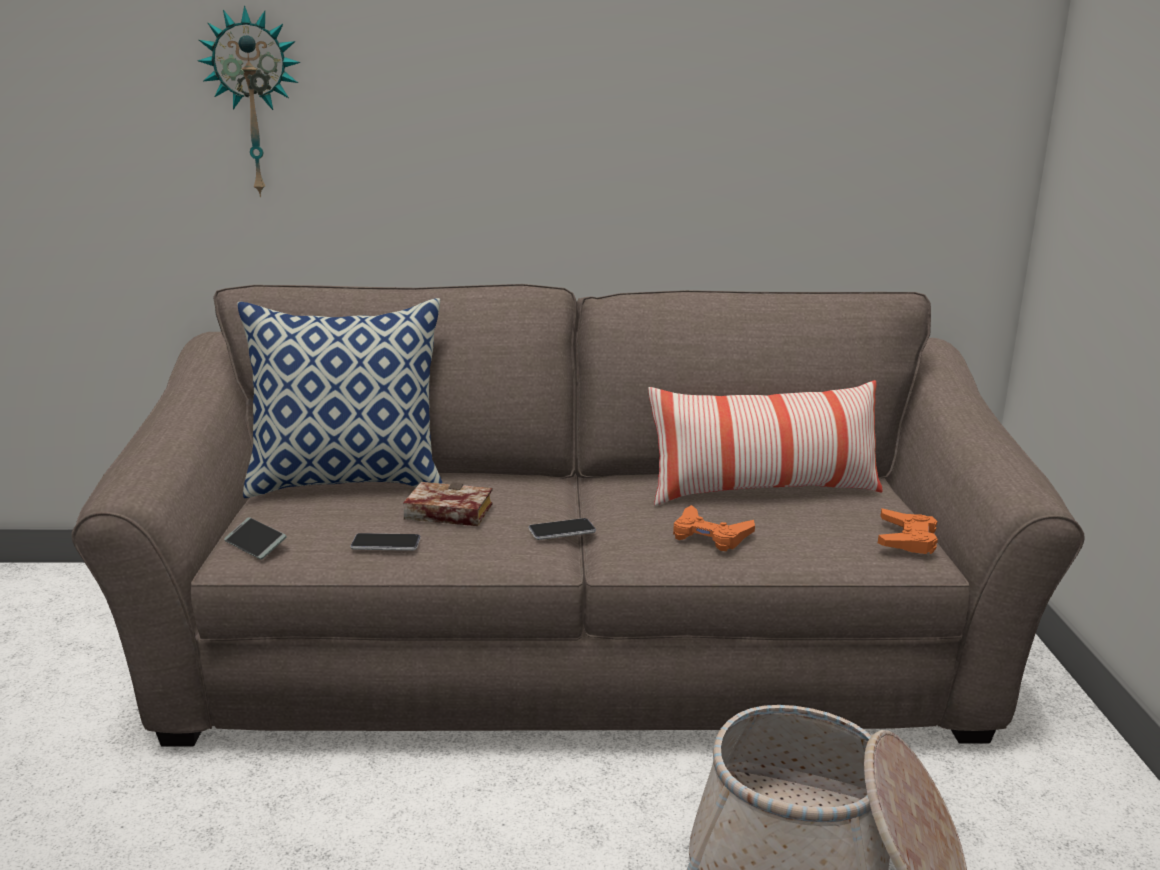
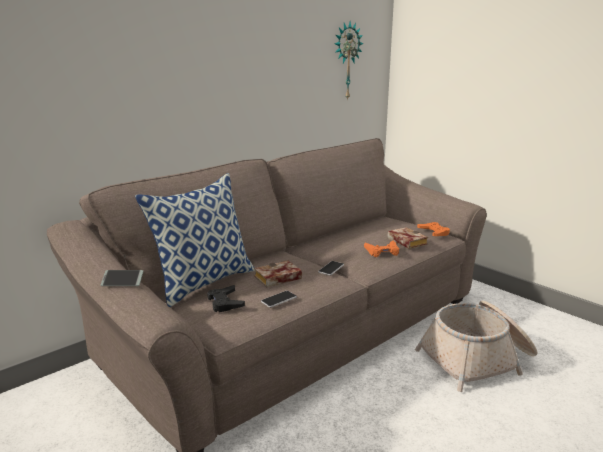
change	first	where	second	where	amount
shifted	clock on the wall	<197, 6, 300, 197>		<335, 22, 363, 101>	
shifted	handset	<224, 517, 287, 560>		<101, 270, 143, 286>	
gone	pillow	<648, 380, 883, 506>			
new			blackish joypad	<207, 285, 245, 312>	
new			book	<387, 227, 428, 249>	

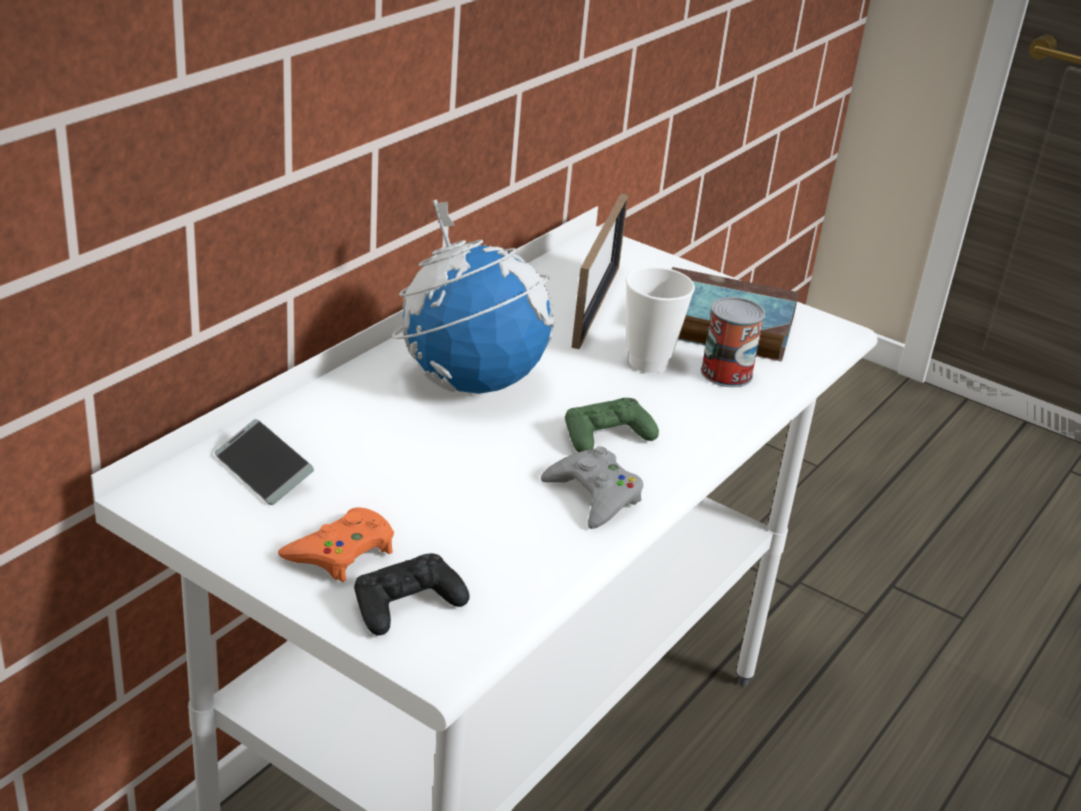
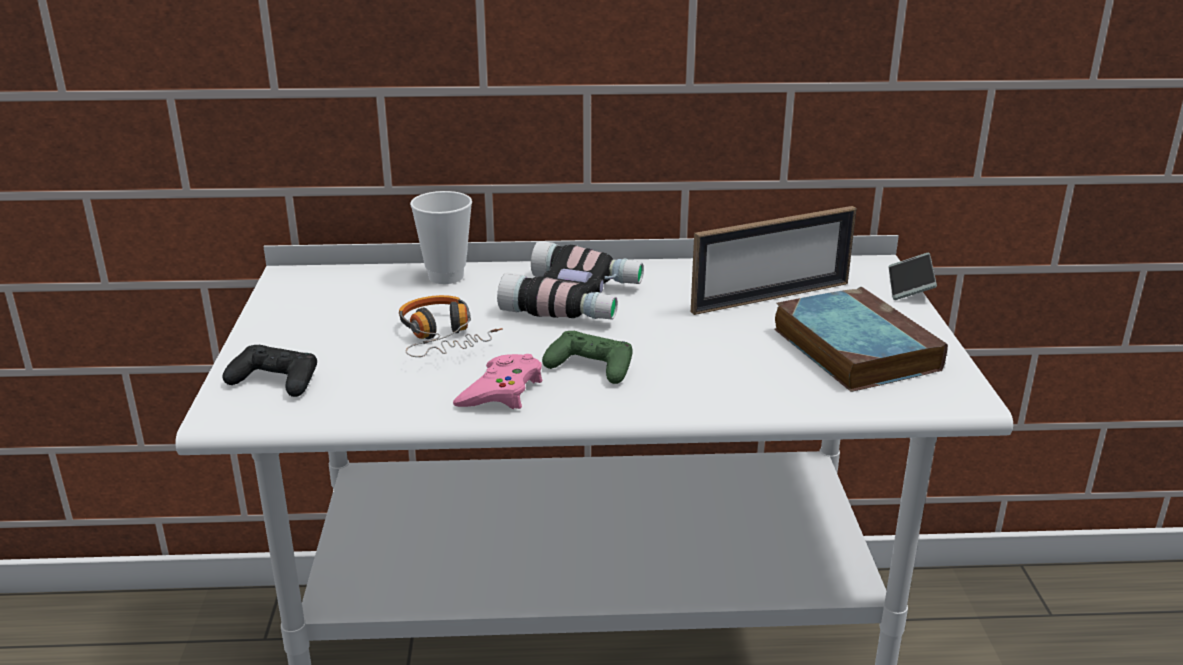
change	first	where	second	where	amount
shifted	handset	<215, 419, 314, 505>		<889, 253, 937, 300>	
gone	orange joypad	<278, 507, 394, 582>			
swapped	desk globe	<392, 199, 554, 396>	binoculars	<497, 241, 644, 319>	
repainted	grey joypad	<541, 446, 643, 529>	pinkish joypad	<453, 354, 543, 409>	
shifted	cup	<625, 267, 695, 373>		<410, 191, 472, 284>	
gone	sealed can	<701, 297, 765, 387>			
new			headphones	<399, 295, 503, 357>	

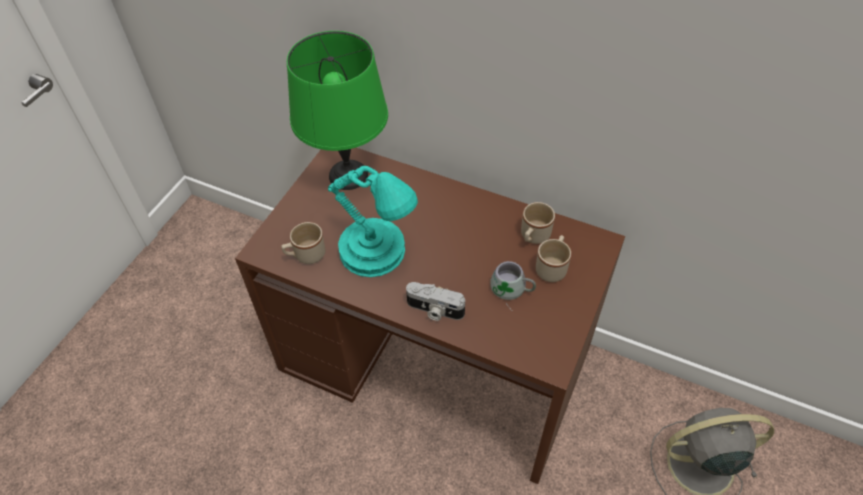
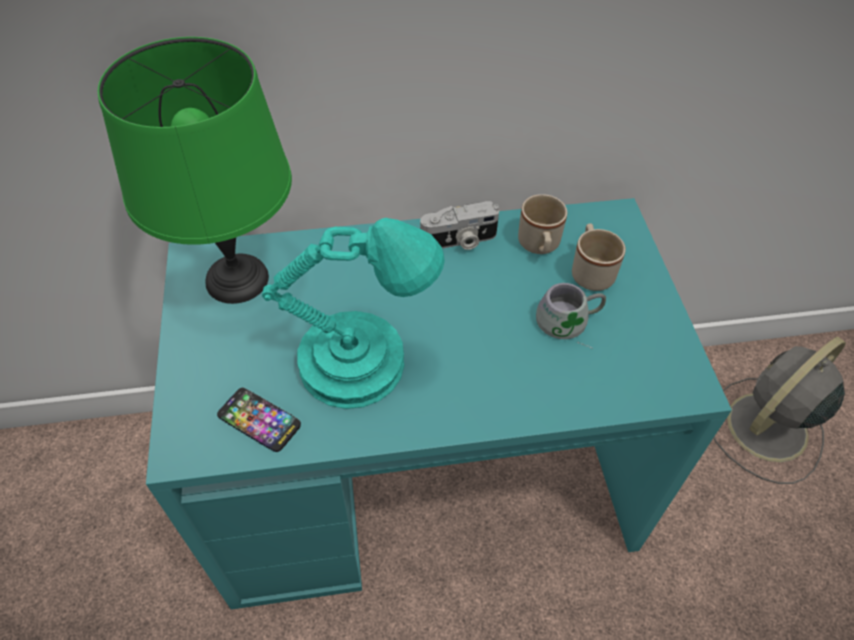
change	first	where	second	where	amount
repainted	brown desk	<235, 148, 625, 484>	blue-green desk	<146, 198, 732, 610>	
swapped	sand-coloured coffee mug	<281, 222, 325, 264>	handset	<217, 388, 301, 452>	
shifted	photo camera	<406, 282, 465, 321>		<420, 201, 499, 250>	

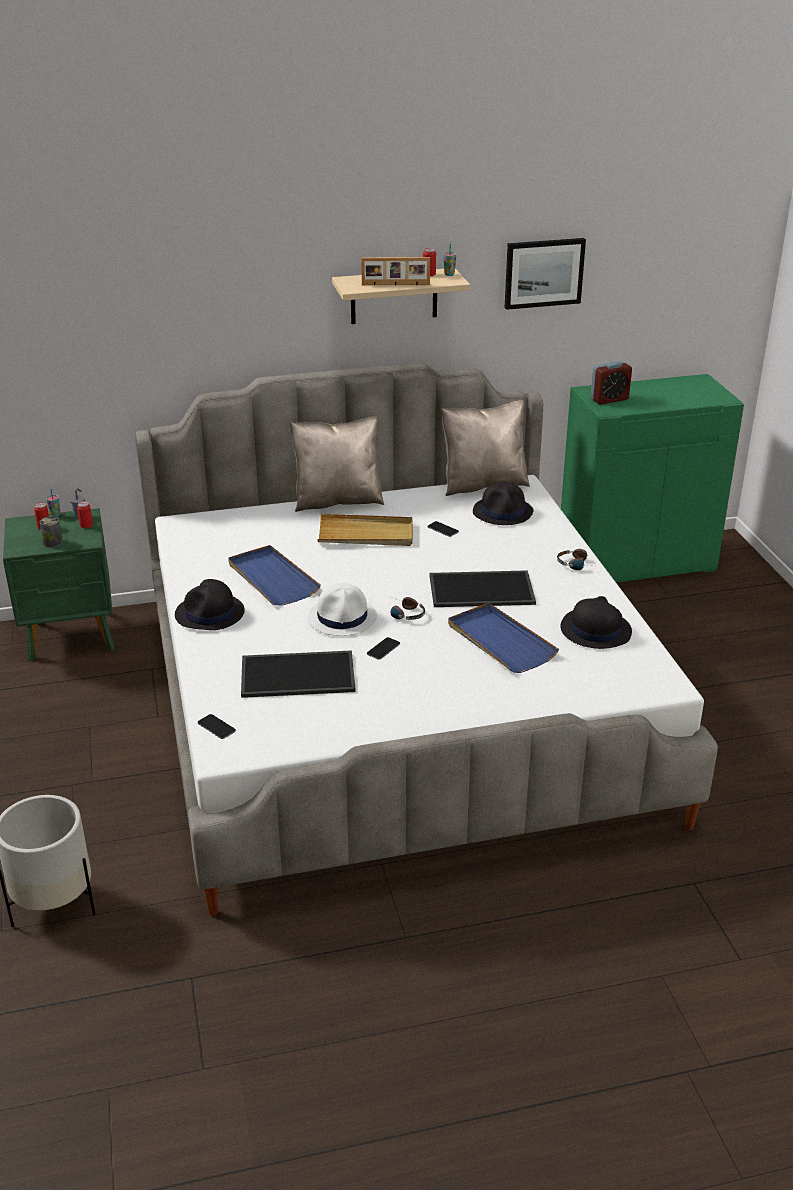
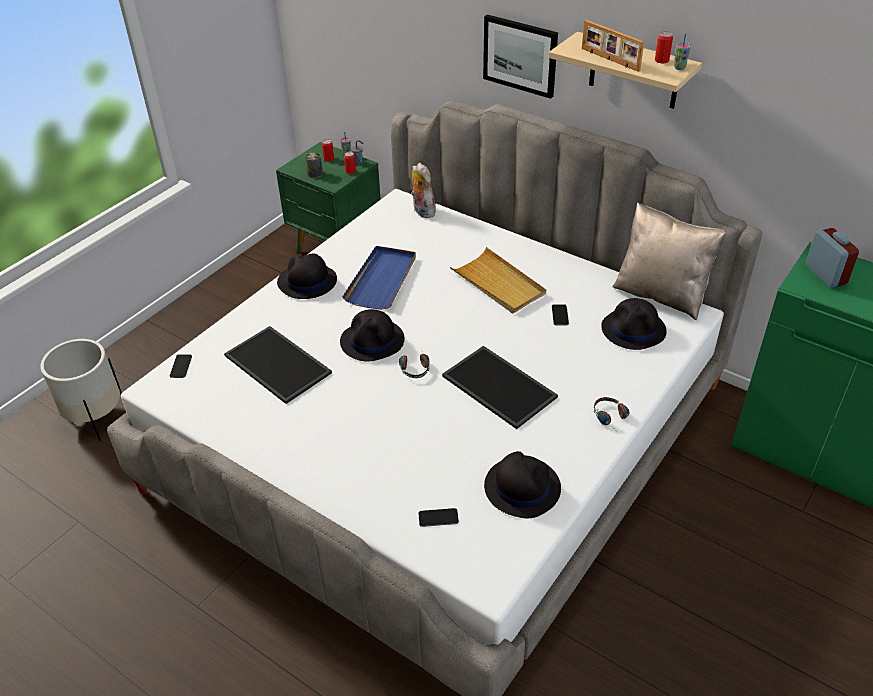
change	first	where	second	where	amount
gone	sand-coloured pillow	<290, 416, 384, 512>			
repainted	white wearable hat	<308, 583, 377, 636>	blackish wearable hat	<340, 309, 405, 362>	
shifted	handset	<367, 637, 400, 660>		<418, 508, 459, 527>	
gone	blue tray	<448, 603, 559, 673>			
shifted	wall picture	<505, 238, 586, 310>		<483, 14, 558, 99>	
rotated	alarm clock	<590, 361, 632, 405>		<806, 228, 859, 288>	135 degrees counterclockwise
new			cuddly toy	<411, 163, 436, 218>	

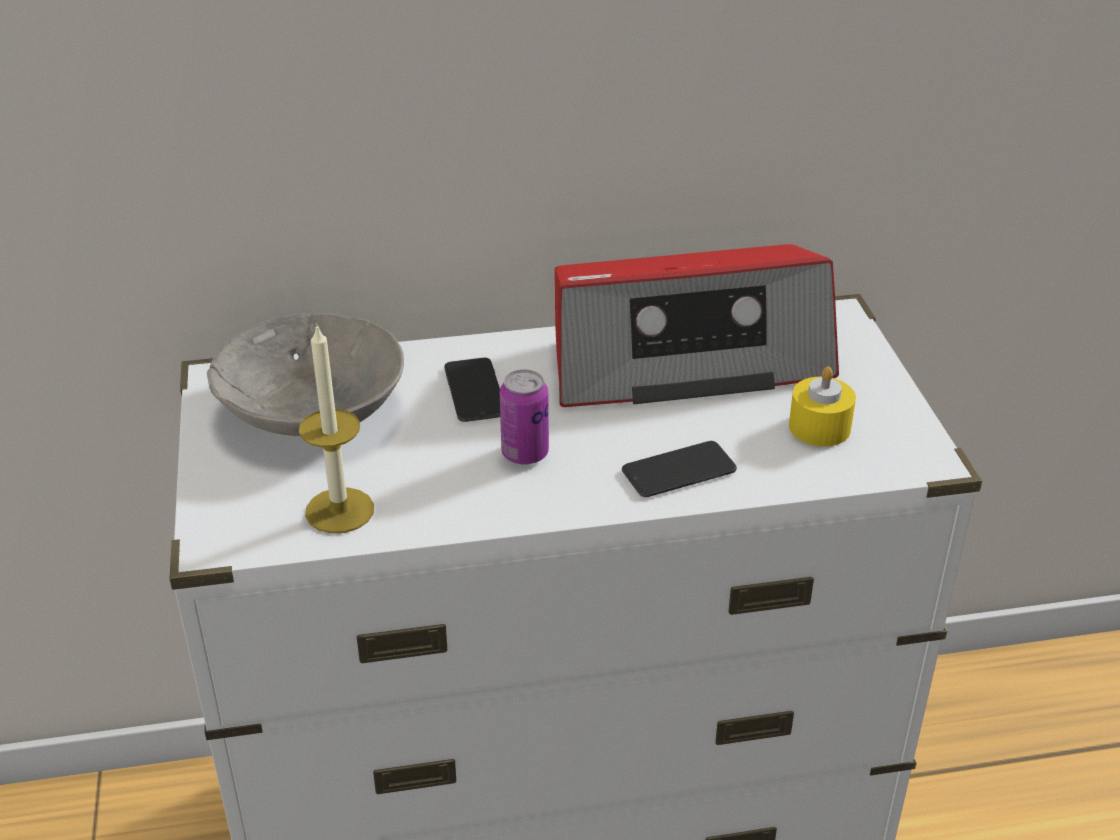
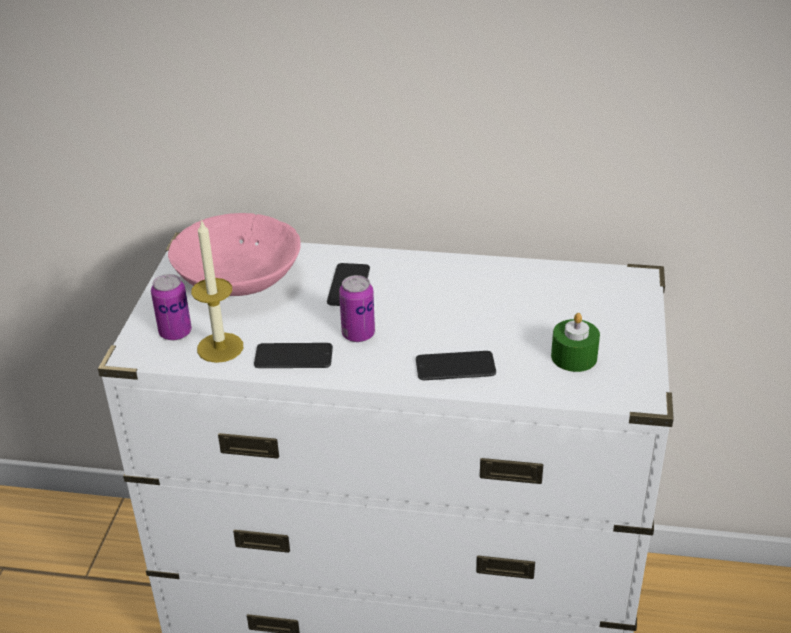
change	first	where	second	where	amount
repainted	grey serving bowl	<207, 313, 404, 436>	pinkish serving bowl	<168, 213, 301, 296>	
gone	radio receiver	<555, 244, 839, 407>			
repainted	yellow wax candle	<789, 366, 856, 447>	greenish wax candle	<551, 313, 600, 372>	
new			sealed can	<151, 274, 192, 340>	
new			handset	<254, 343, 333, 368>	

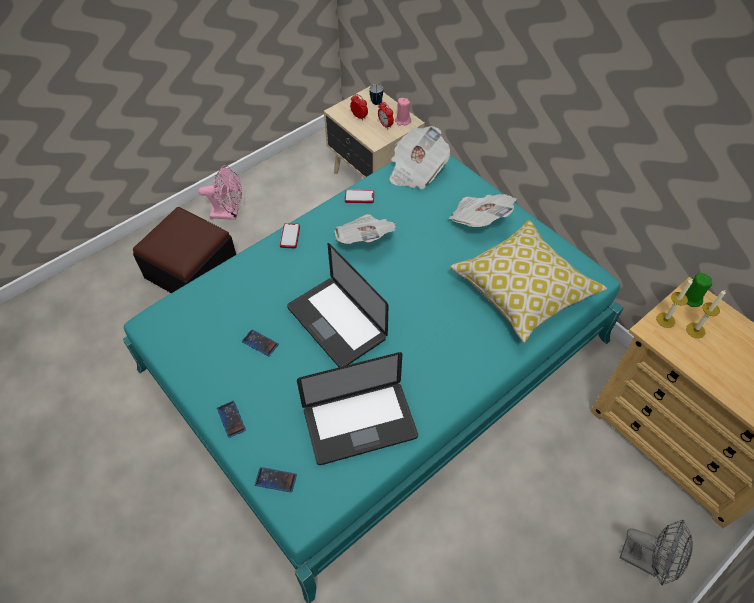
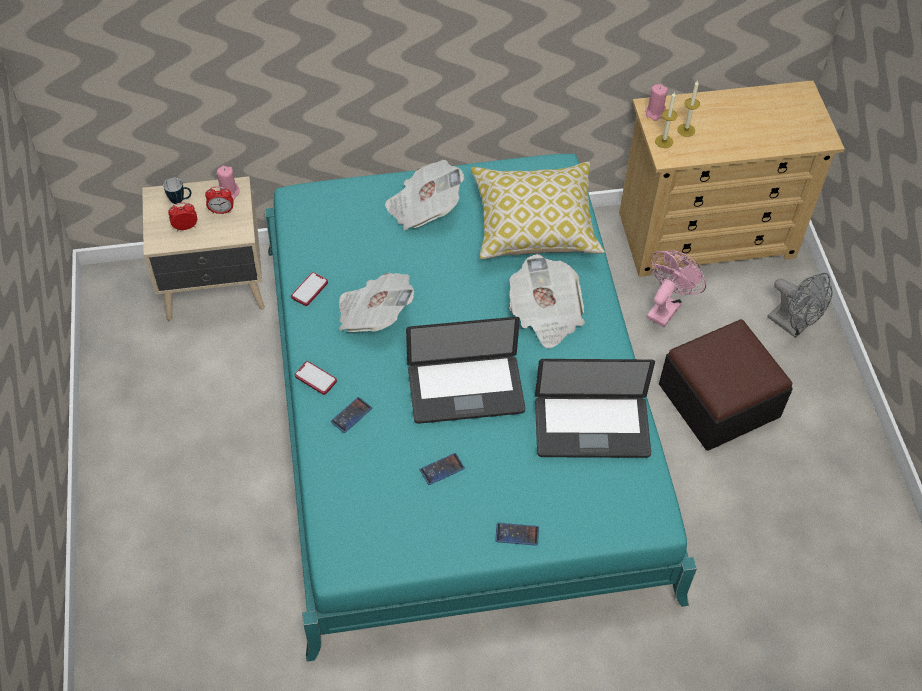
change	first	where	second	where	amount
shifted	ottoman	<133, 207, 236, 293>		<659, 319, 793, 451>	
shifted	pinkish fan	<198, 165, 242, 220>		<647, 250, 706, 327>	
shifted	handset	<255, 467, 297, 492>		<331, 397, 372, 433>	
rotated	notebook computer	<297, 352, 418, 465>		<535, 359, 655, 458>	75 degrees clockwise
shifted	newspaper	<390, 126, 450, 189>		<509, 254, 585, 349>	
rotated	grey fan	<620, 520, 693, 585>		<768, 273, 833, 338>	75 degrees clockwise
repainted	greenish wax candle	<685, 273, 712, 307>	pinkish wax candle	<645, 84, 668, 121>	

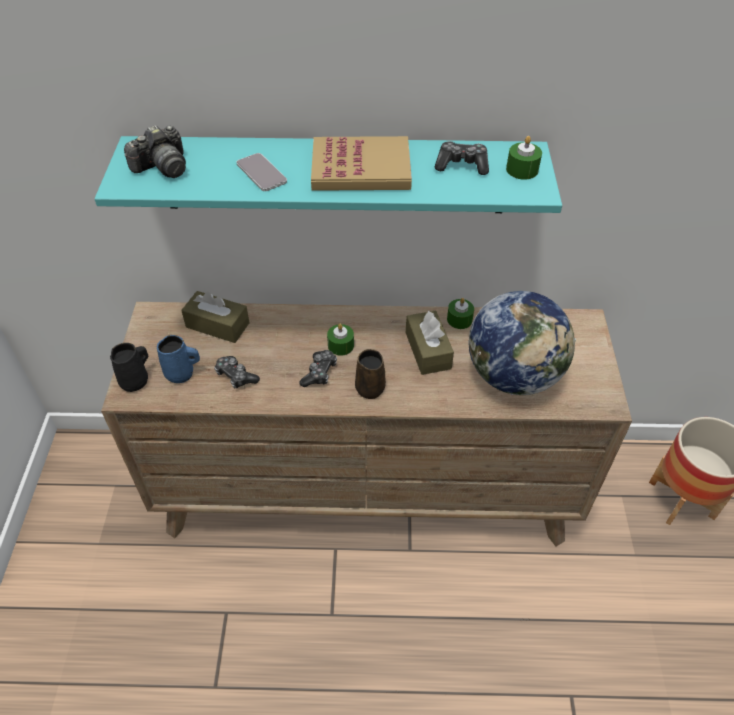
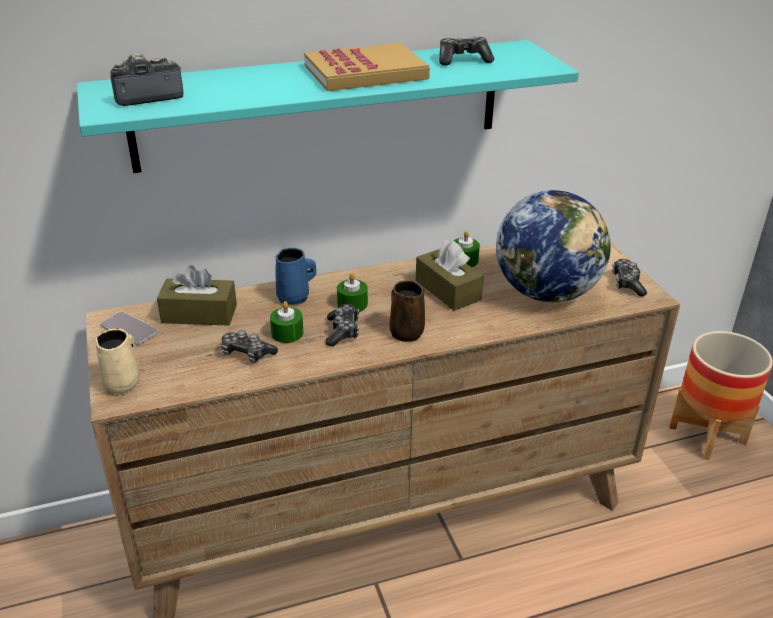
change	first	where	second	where	amount
repainted	blackish coffee mug	<110, 343, 148, 392>	sand-coloured coffee mug	<95, 328, 140, 396>	
rotated	photo camera	<124, 125, 186, 178>		<110, 54, 183, 106>	150 degrees counterclockwise
shifted	blue coffee mug	<157, 335, 200, 383>		<275, 248, 317, 305>	
shifted	handset	<237, 153, 287, 191>		<101, 312, 158, 345>	
shifted	greenish wax candle	<506, 136, 542, 180>		<270, 301, 303, 343>	
new			joypad	<612, 259, 647, 296>	

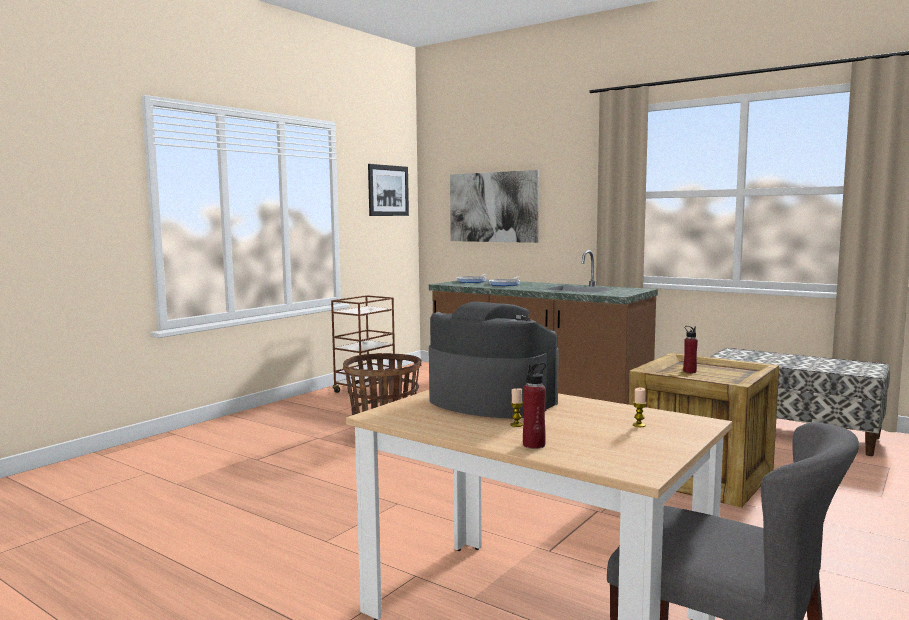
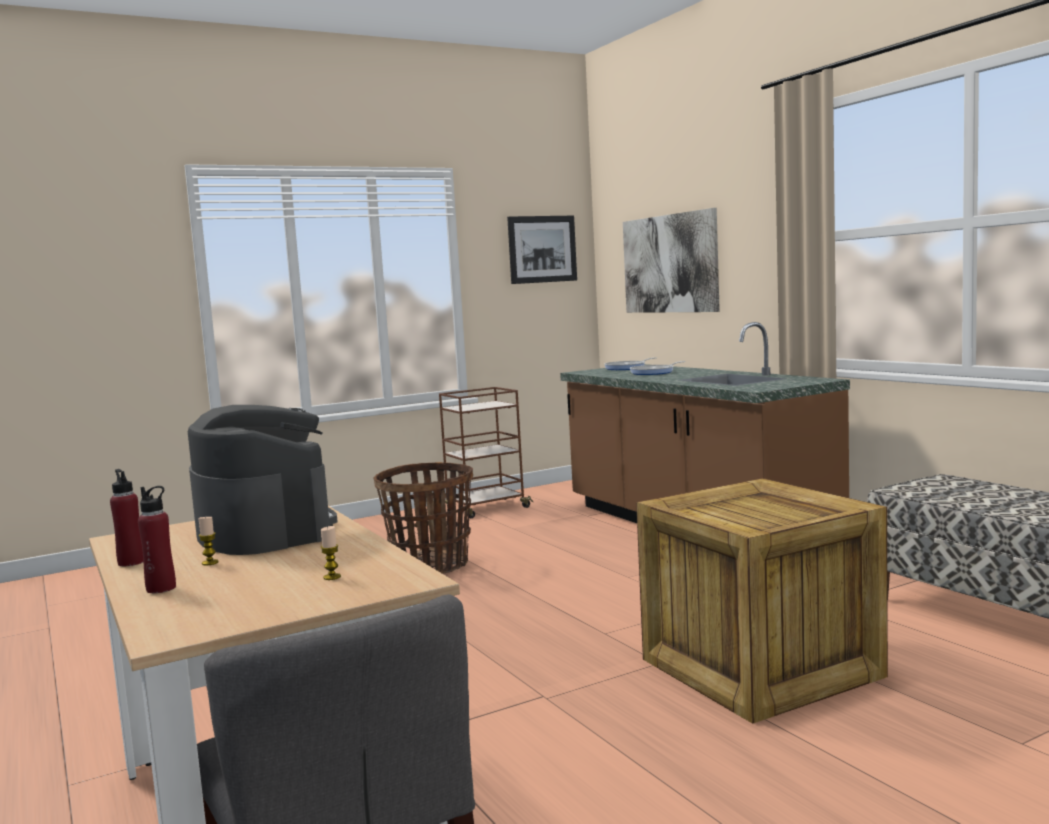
change	first	where	second	where	amount
shifted	red-coloured beverage bottle	<683, 326, 698, 373>		<110, 469, 143, 566>	

